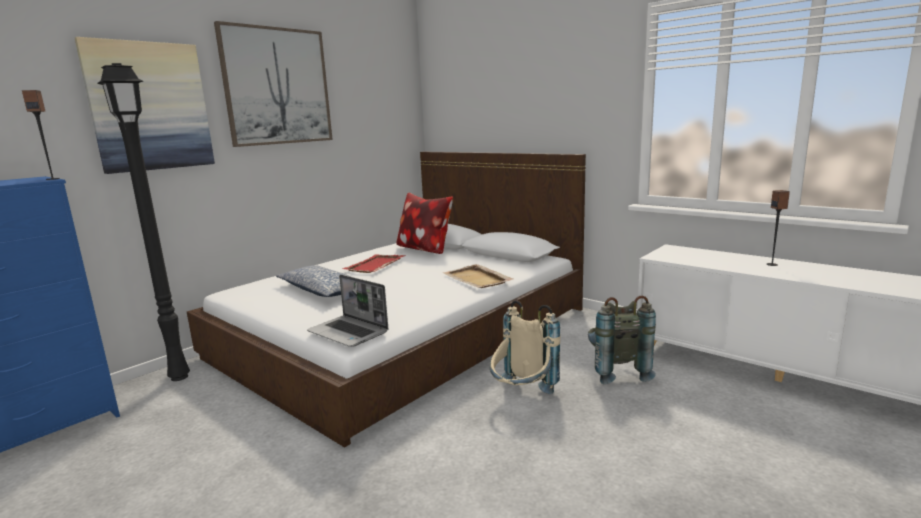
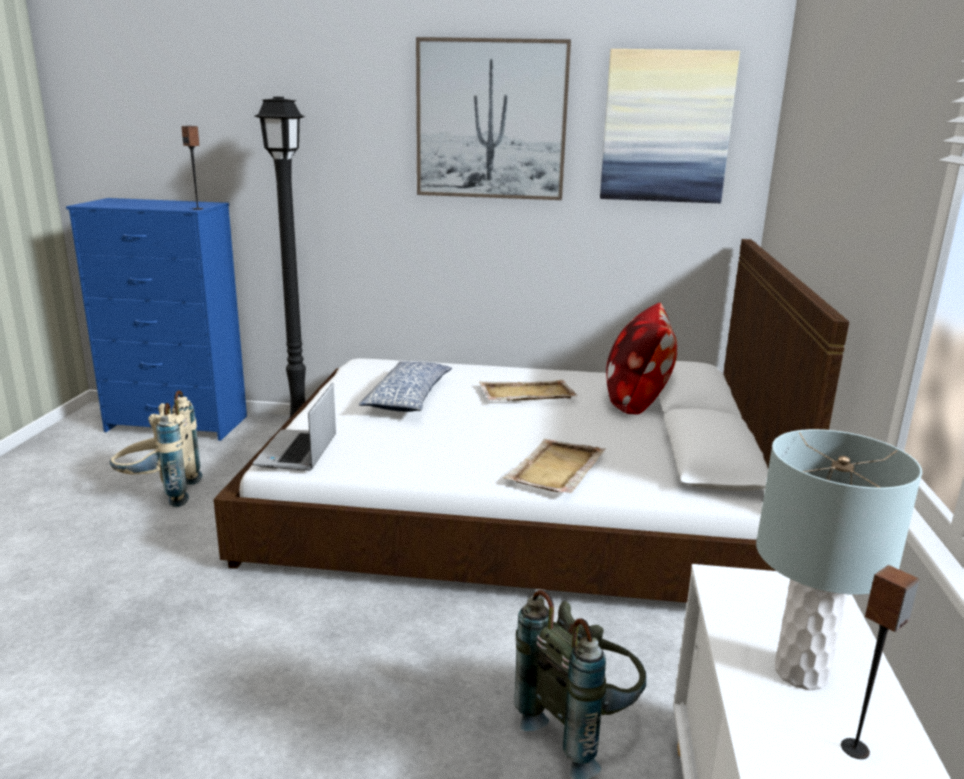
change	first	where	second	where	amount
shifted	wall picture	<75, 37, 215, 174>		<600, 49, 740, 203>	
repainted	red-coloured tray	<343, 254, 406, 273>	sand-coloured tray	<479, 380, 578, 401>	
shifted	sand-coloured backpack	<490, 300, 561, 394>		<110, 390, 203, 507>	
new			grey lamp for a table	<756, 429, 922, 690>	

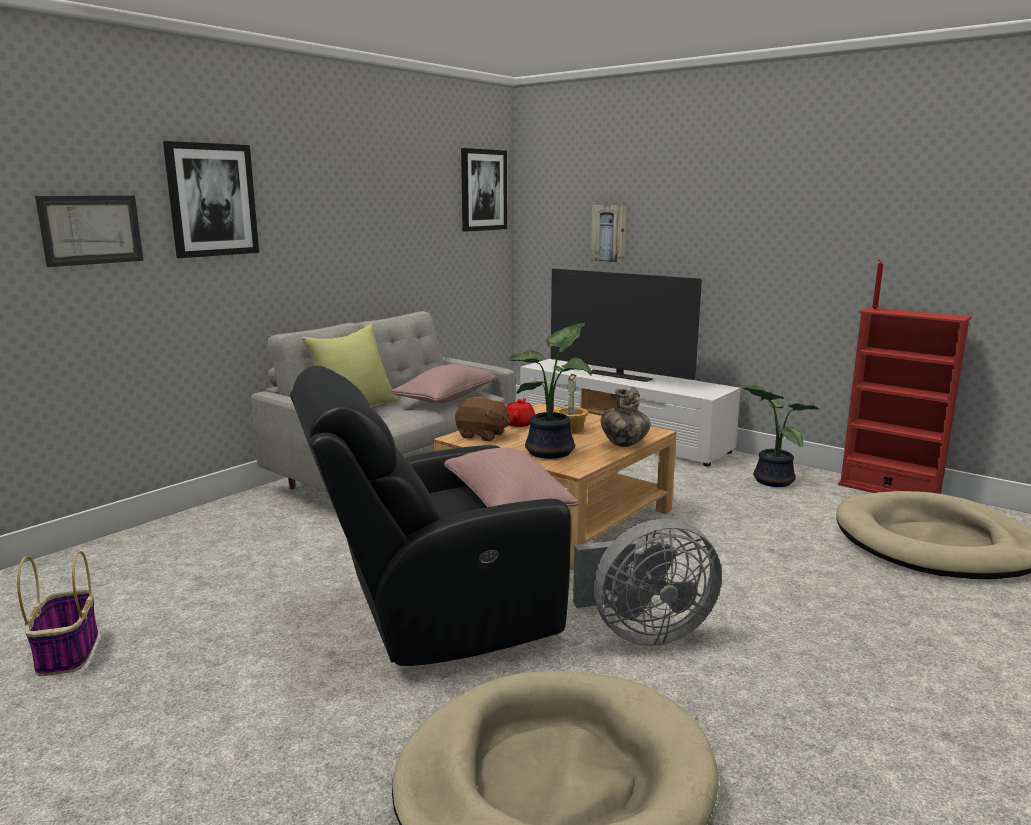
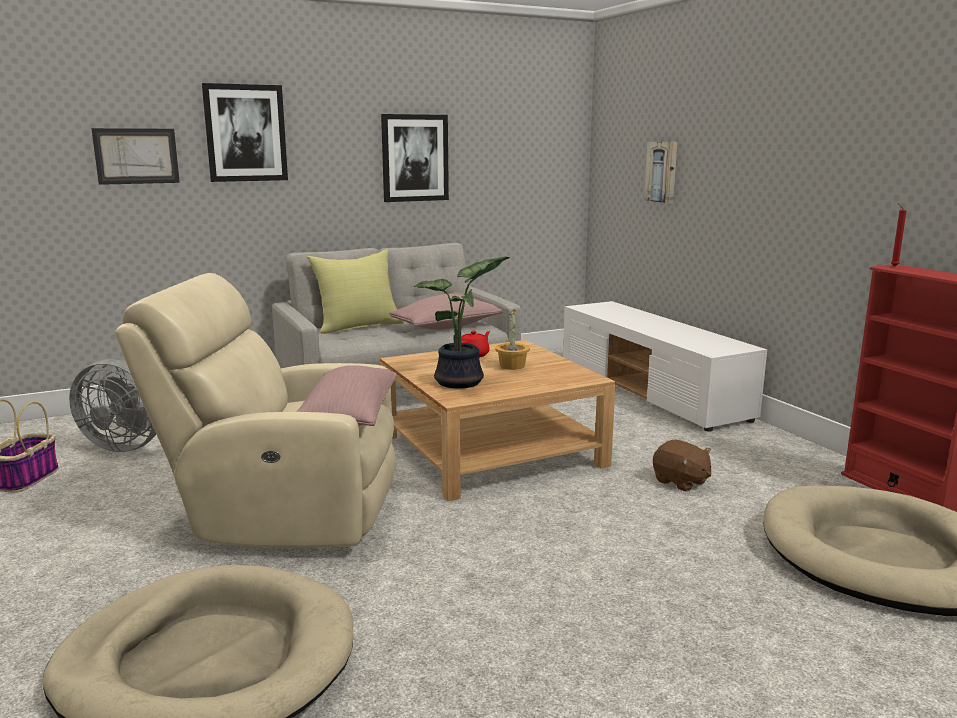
change	first	where	second	where	amount
repainted	blackish lounge chair	<290, 366, 571, 666>	sand-coloured lounge chair	<115, 273, 396, 548>	
shifted	brown cuddly toy	<455, 397, 511, 441>		<653, 440, 711, 492>	
shifted	wall picture	<461, 148, 507, 231>		<381, 114, 449, 202>	
gone	television	<551, 269, 702, 382>			
shifted	grey fan	<573, 519, 722, 646>		<69, 359, 156, 452>	
gone	vase	<601, 387, 651, 447>			
gone	houseplant	<742, 385, 819, 487>			

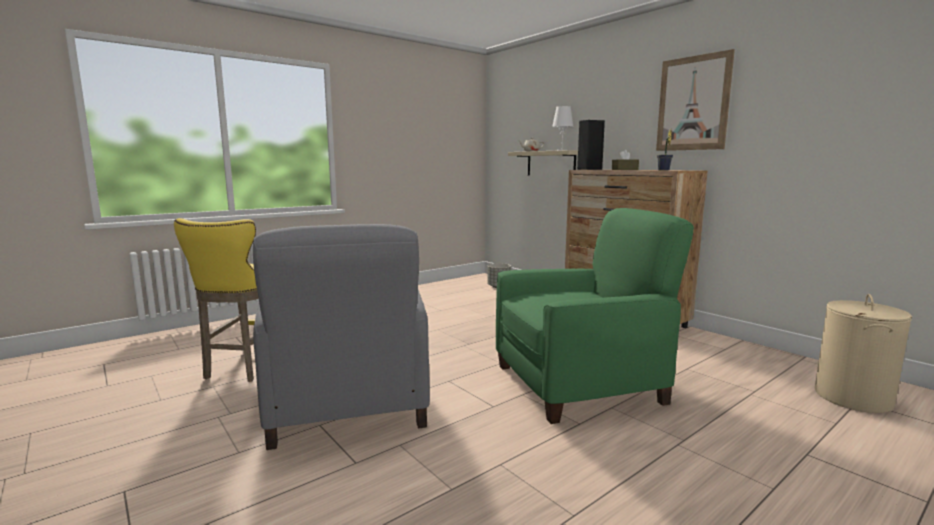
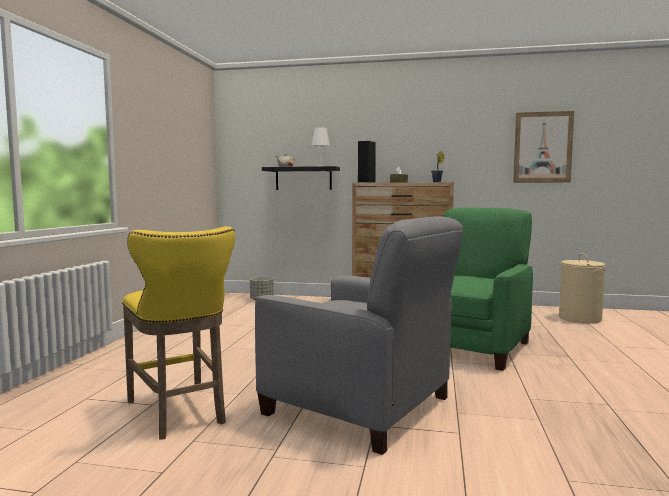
change	first	where	second	where	amount
repainted	sand-coloured wall shelf	<508, 150, 578, 176>	blackish wall shelf	<262, 166, 340, 190>	
shifted	wall picture	<656, 49, 735, 151>		<513, 111, 574, 183>	

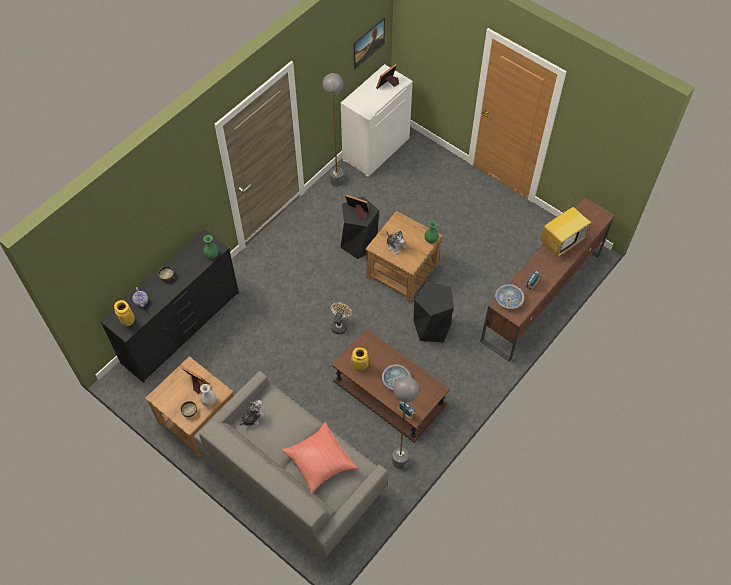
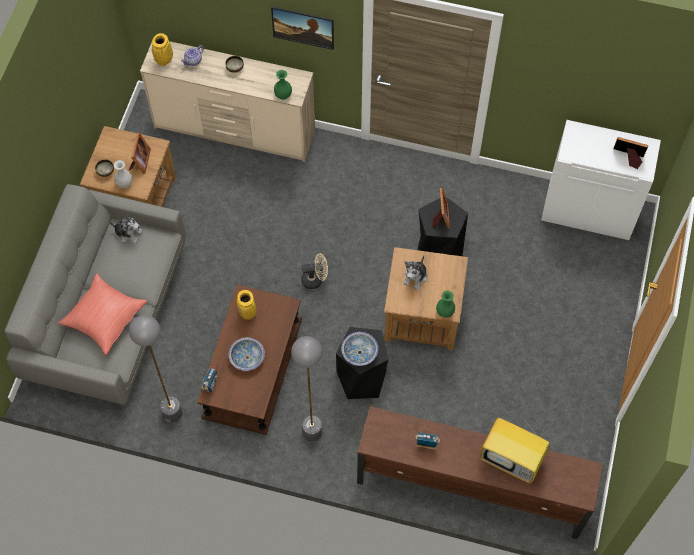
change	first	where	second	where	amount
repainted	blackish dresser	<100, 229, 239, 383>	sand-coloured dresser	<140, 41, 315, 162>	
shifted	grey floor lamp	<322, 73, 344, 187>		<291, 336, 323, 441>	
shifted	wall picture	<354, 17, 385, 69>		<271, 6, 334, 50>	
shifted	serving bowl	<495, 284, 524, 309>		<341, 332, 378, 366>	

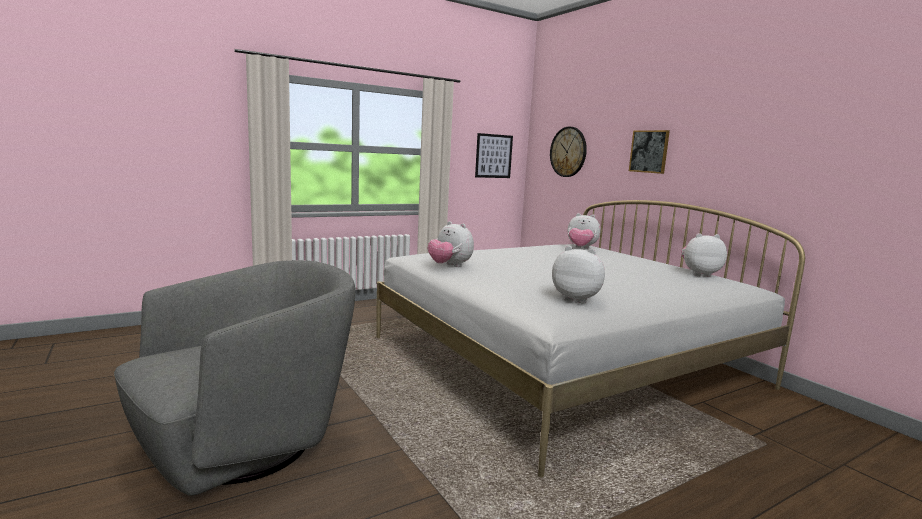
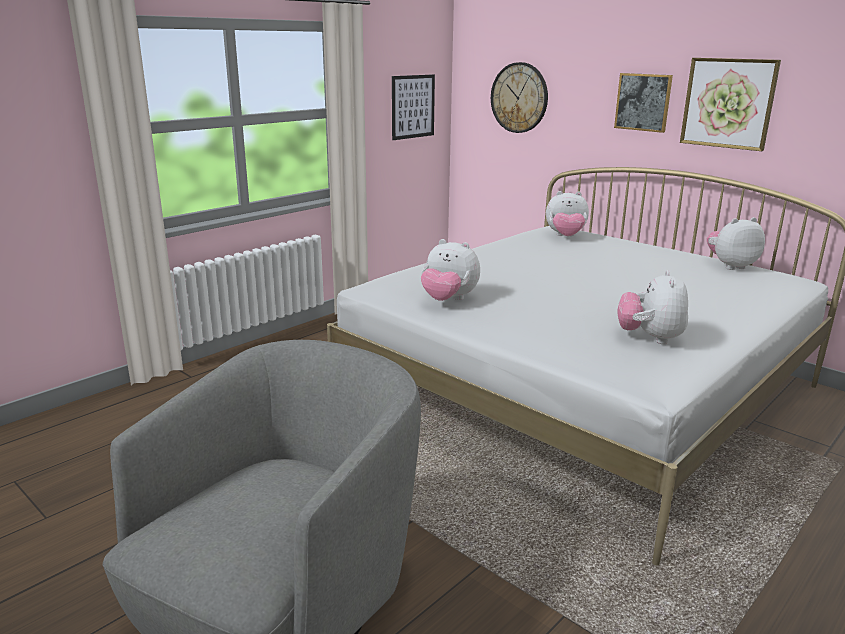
change	first	where	second	where	amount
rotated	cuddly toy	<552, 246, 605, 303>		<617, 270, 688, 344>	90 degrees counterclockwise
new			wall picture	<680, 58, 781, 151>	

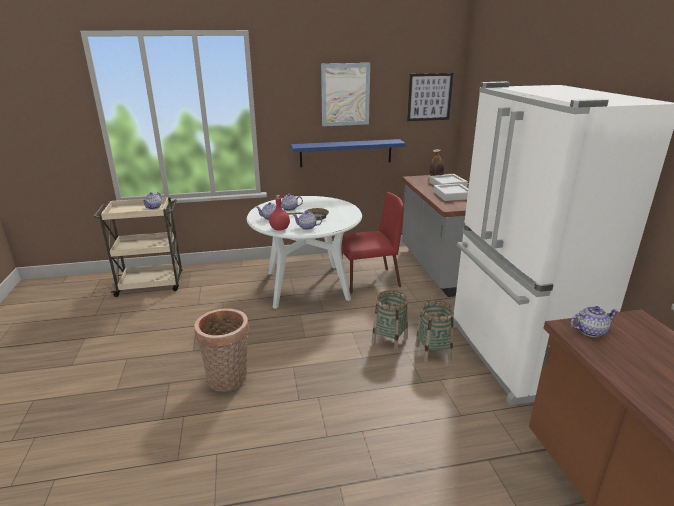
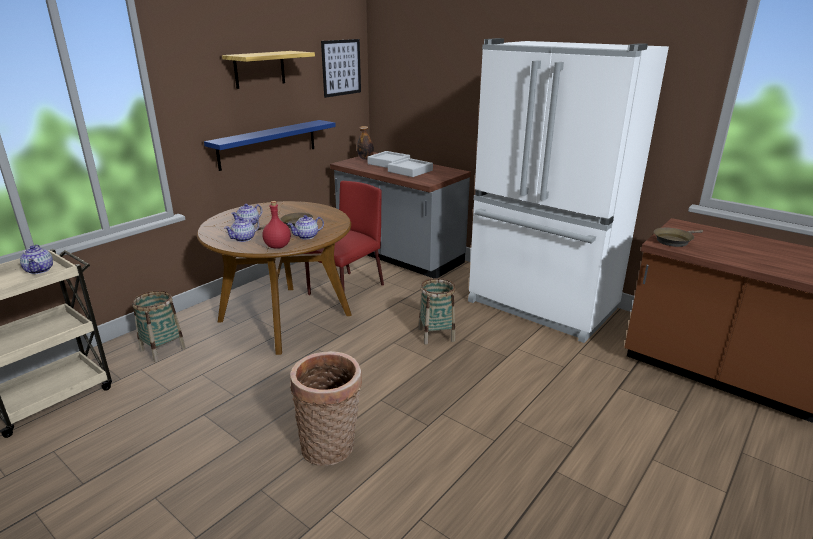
change	first	where	second	where	amount
repainted	white dining table	<247, 196, 362, 309>	brown dining table	<197, 201, 352, 355>	
swapped	wall picture	<321, 63, 370, 126>	wall shelf	<222, 51, 315, 89>	
shifted	storage basket	<415, 300, 454, 362>		<132, 290, 186, 362>	
swapped	tea pot	<570, 306, 619, 337>	brown frying pan	<654, 228, 703, 247>	

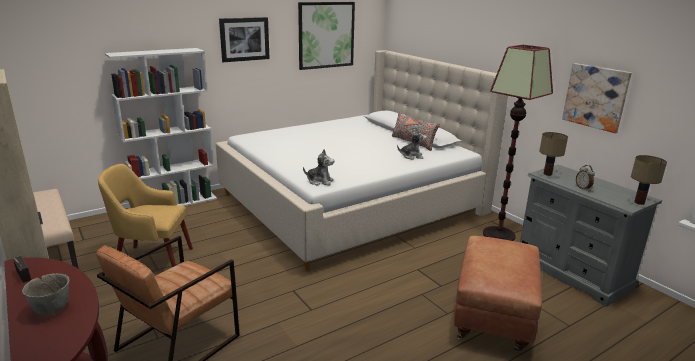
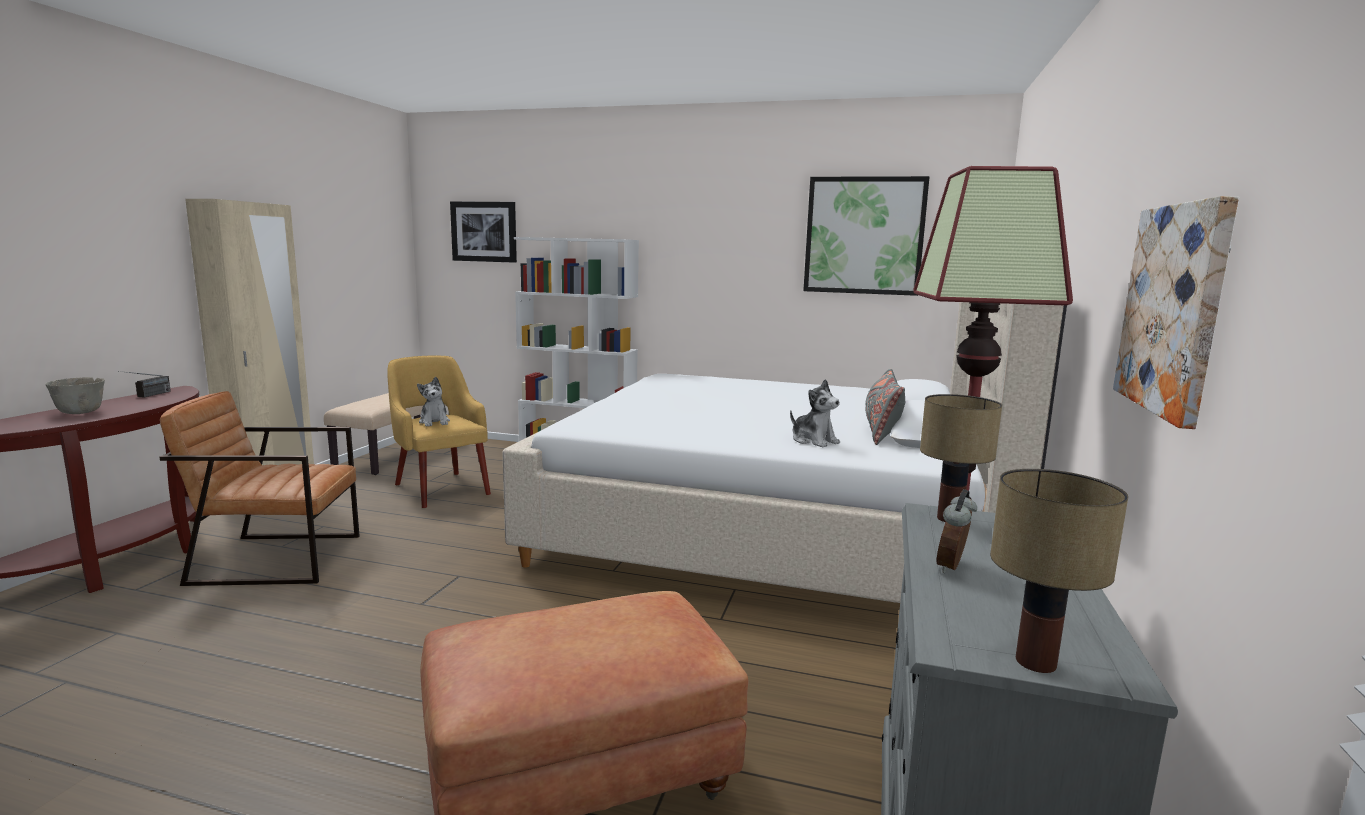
change	first	where	second	where	amount
shifted	wall picture	<219, 17, 270, 62>		<450, 201, 517, 263>	
shifted	cuddly toy	<303, 149, 334, 186>		<417, 377, 450, 427>	

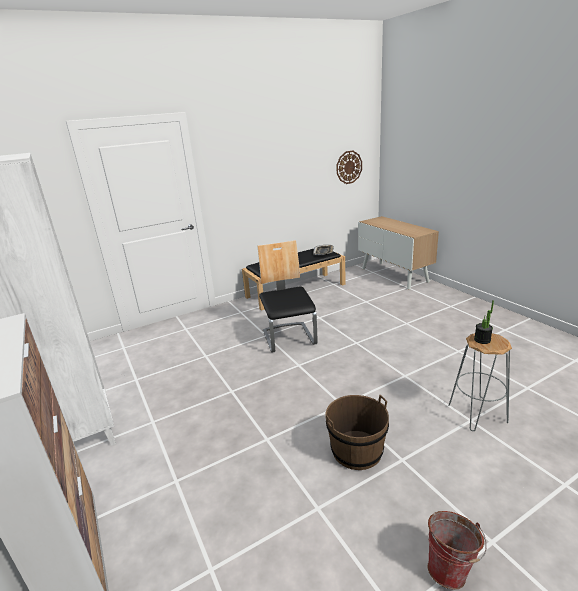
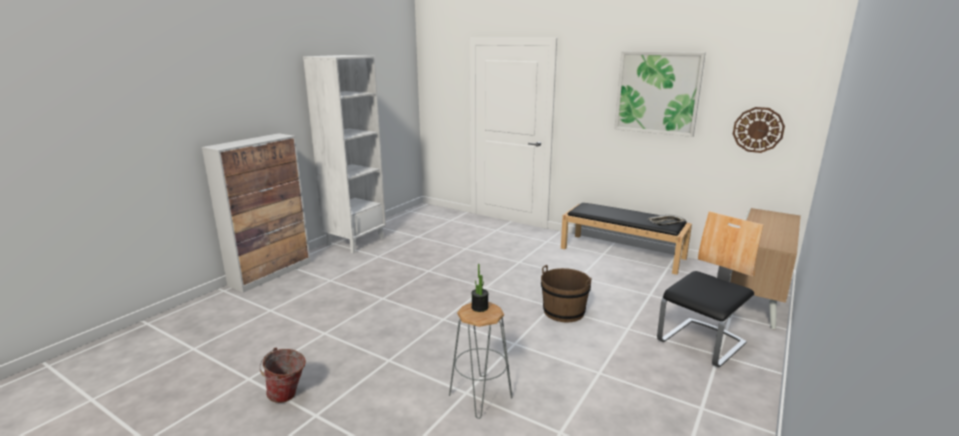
change	first	where	second	where	amount
shifted	plain chair	<257, 240, 318, 353>		<657, 211, 764, 368>	
shifted	brown water bucket	<325, 395, 389, 470>		<541, 265, 592, 323>	
new			wall picture	<614, 51, 706, 137>	

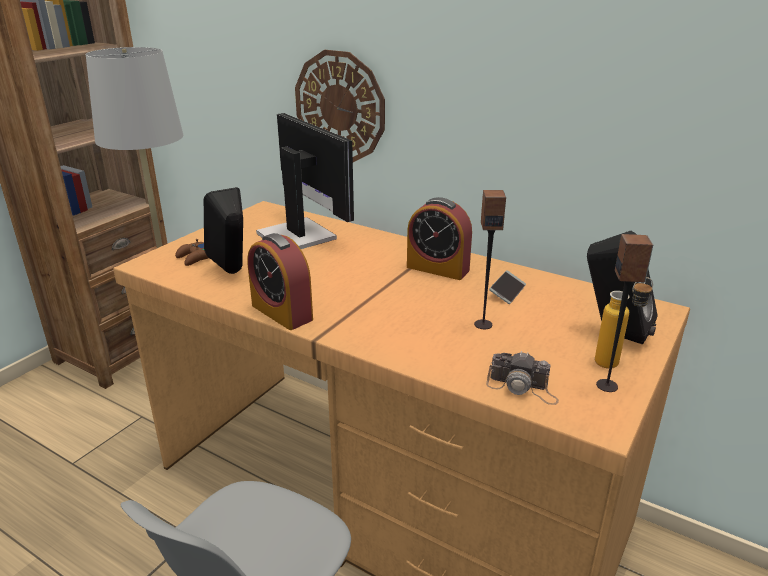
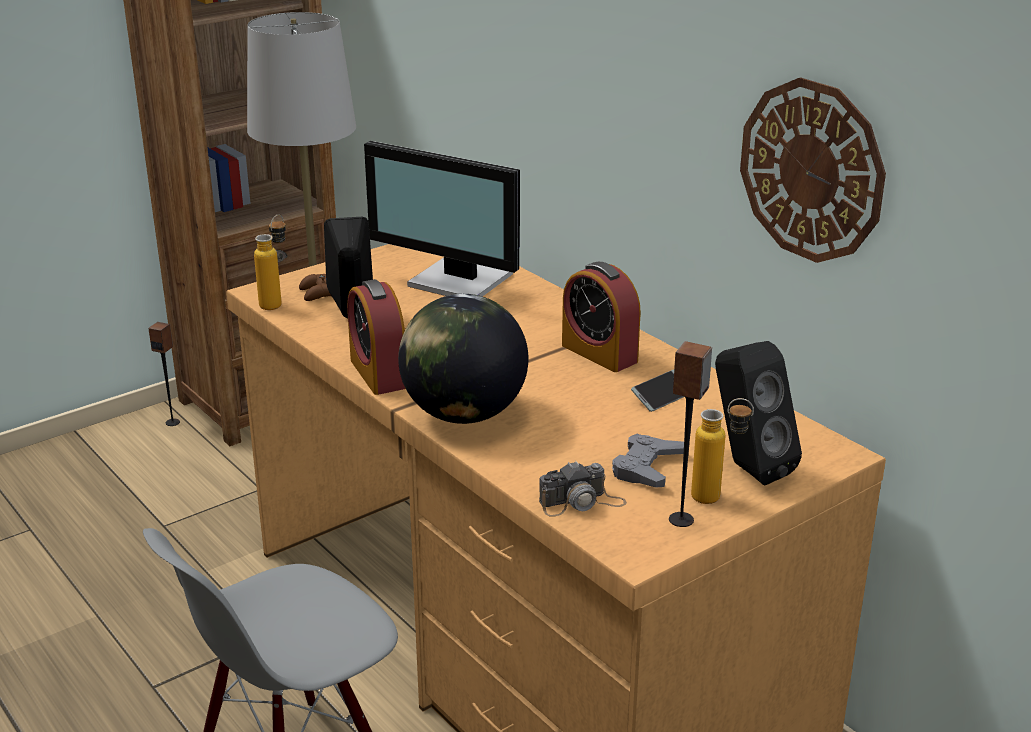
change	first	where	second	where	amount
rotated	computer display	<256, 113, 354, 249>		<364, 141, 520, 297>	135 degrees clockwise
shifted	clock on the wall	<295, 50, 385, 162>		<740, 77, 886, 263>	
shifted	audio speaker	<474, 190, 506, 329>		<148, 322, 180, 426>	
rotated	photo camera	<486, 351, 559, 405>		<539, 461, 627, 516>	60 degrees counterclockwise
new			beverage bottle	<254, 214, 286, 310>	
new			desk globe	<398, 294, 528, 424>	
new			grey joypad	<612, 434, 684, 488>	

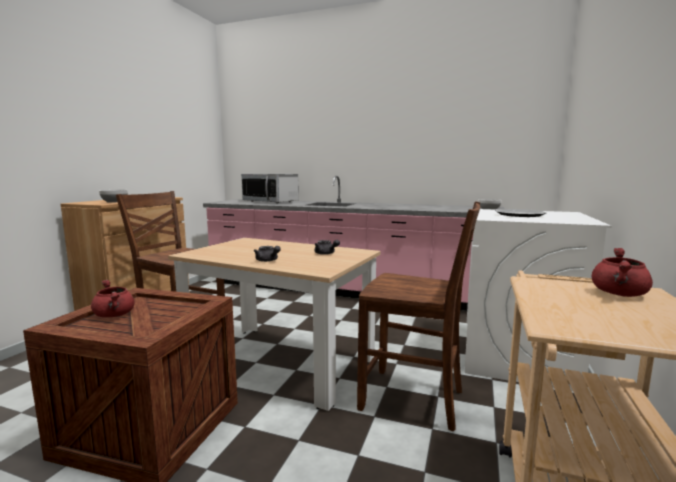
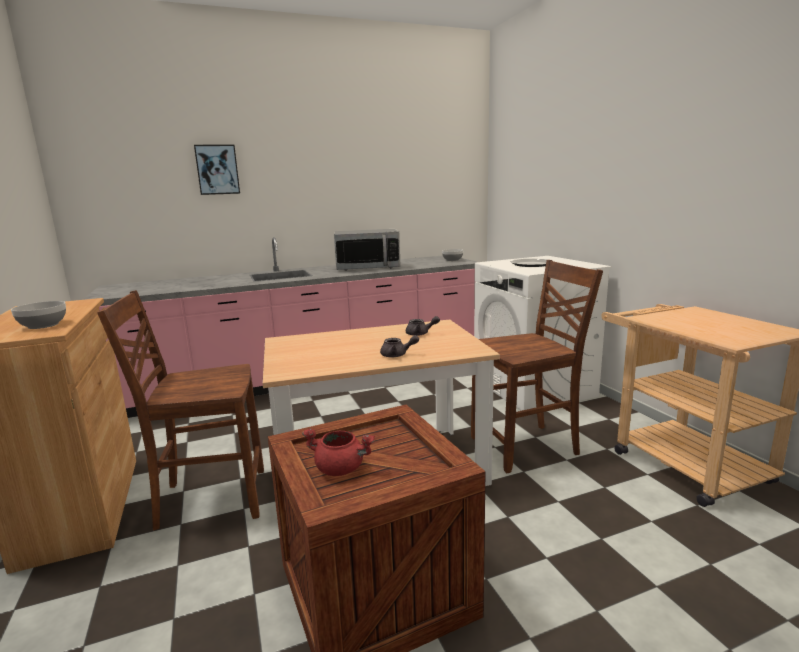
change	first	where	second	where	amount
shifted	microwave oven	<241, 174, 299, 204>		<334, 229, 401, 271>	
gone	red-coloured stockpot	<592, 248, 653, 297>			
new			wall picture	<194, 145, 240, 195>	

